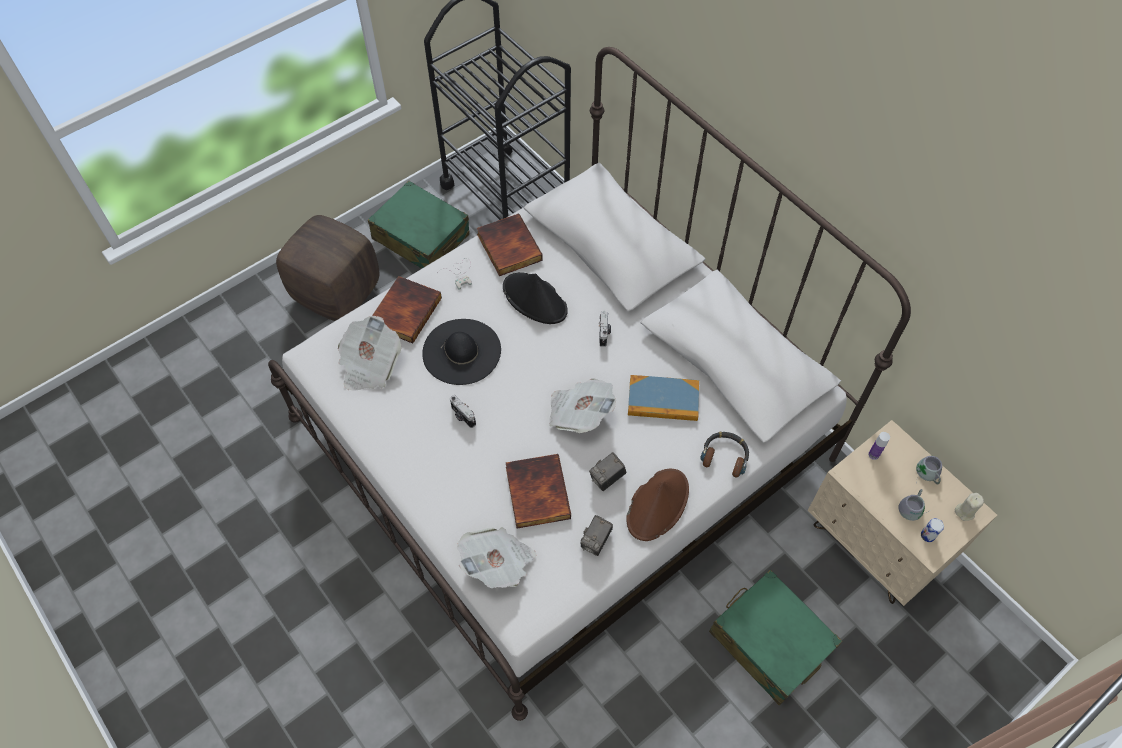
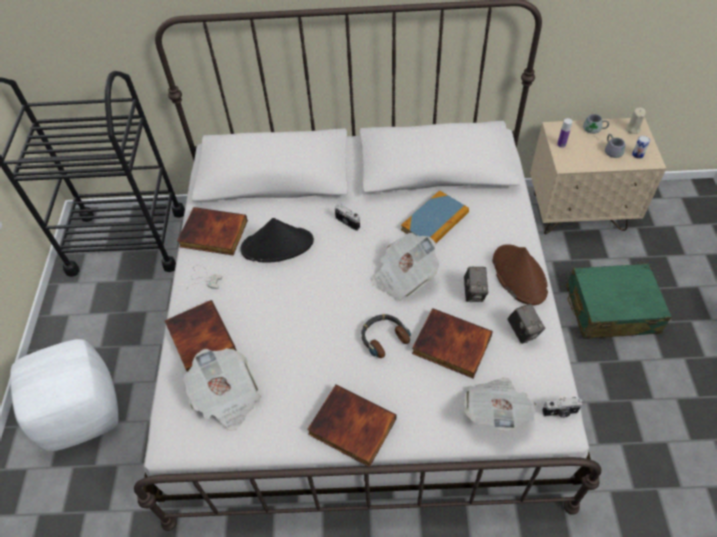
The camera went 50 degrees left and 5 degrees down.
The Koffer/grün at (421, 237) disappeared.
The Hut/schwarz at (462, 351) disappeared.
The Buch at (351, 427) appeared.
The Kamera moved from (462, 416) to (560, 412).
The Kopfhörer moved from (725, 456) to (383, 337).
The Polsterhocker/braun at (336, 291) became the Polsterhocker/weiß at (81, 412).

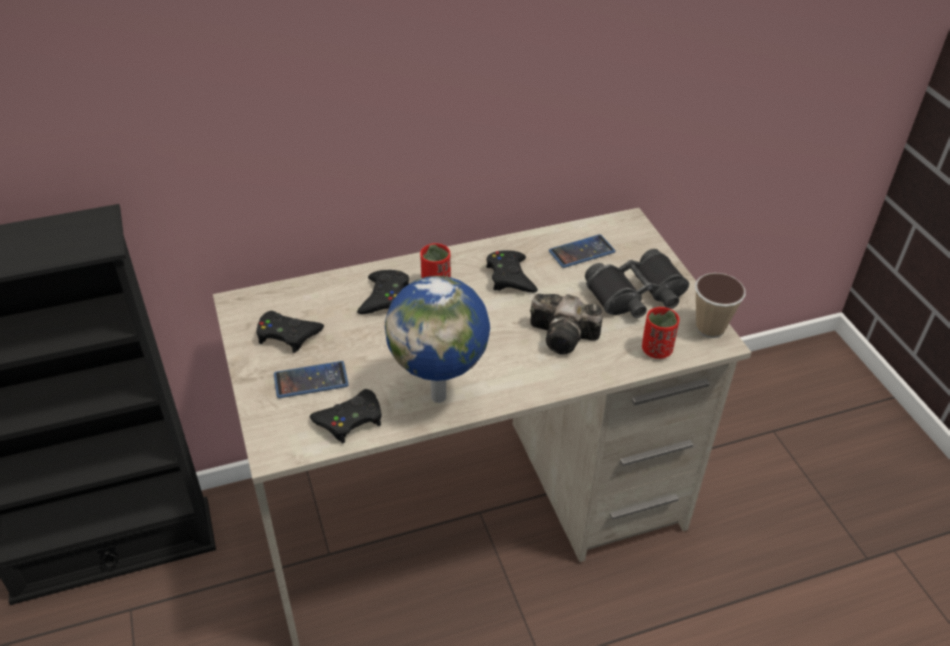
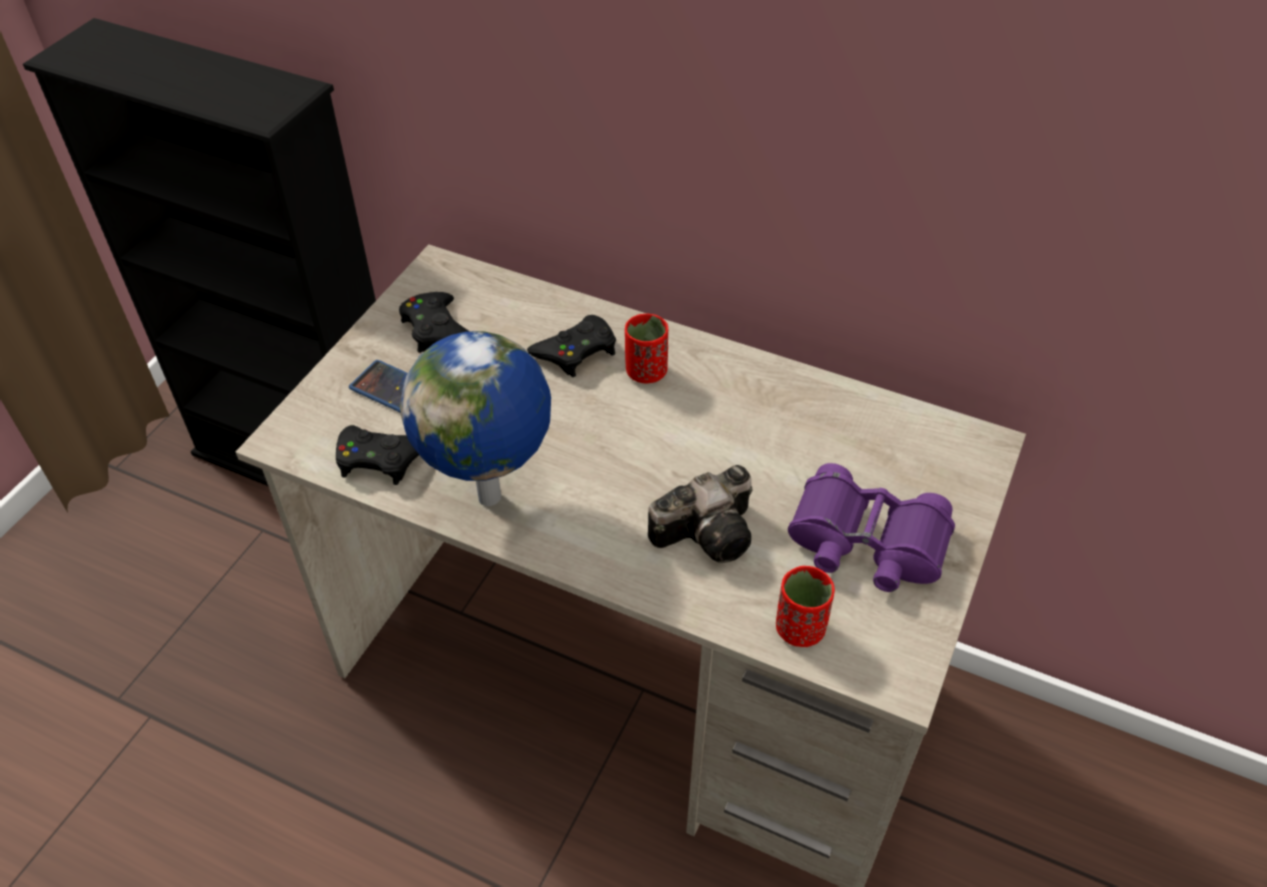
The camera went 45 degrees right and 5 degrees up.
The Gamepad/schwarz at (510, 277) disappeared.
The Handy at (581, 252) disappeared.
The Tasse at (710, 328) disappeared.
The Fernglas/schwarz at (637, 295) became the Fernglas/lila at (866, 544).
The Kamera at (566, 337) turned 90 degrees counterclockwise.

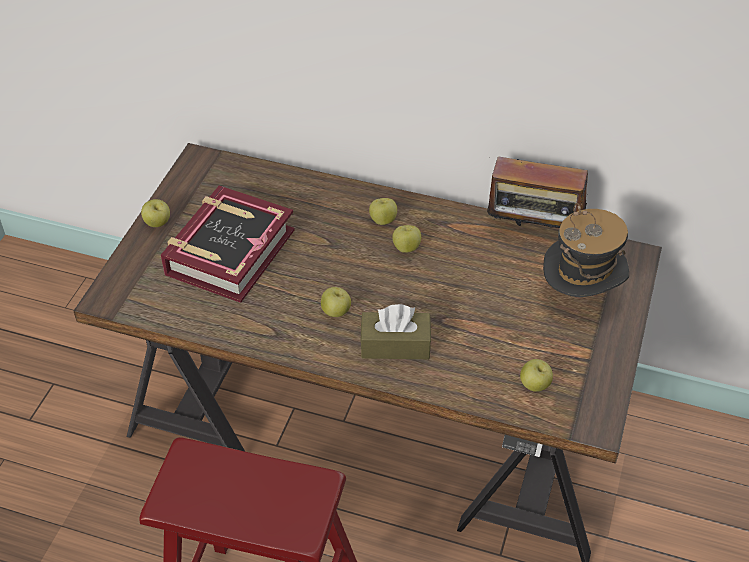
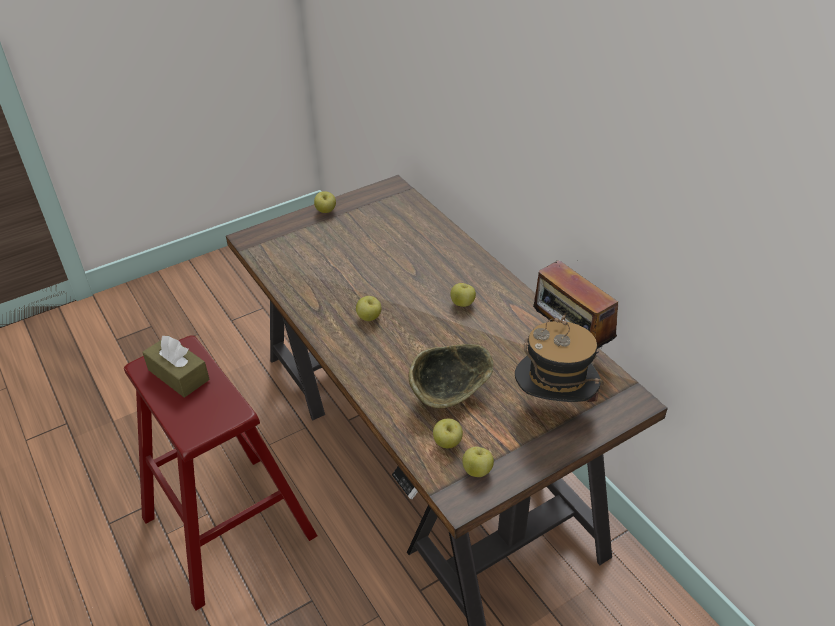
The camera went 40 degrees right and 5 degrees down.
The Buch at (229, 252) disappeared.
The Schüssel at (448, 395) appeared.
The Taschentuchbox/braun moved from (395, 345) to (178, 375).
The Apfel moved from (383, 220) to (477, 471).

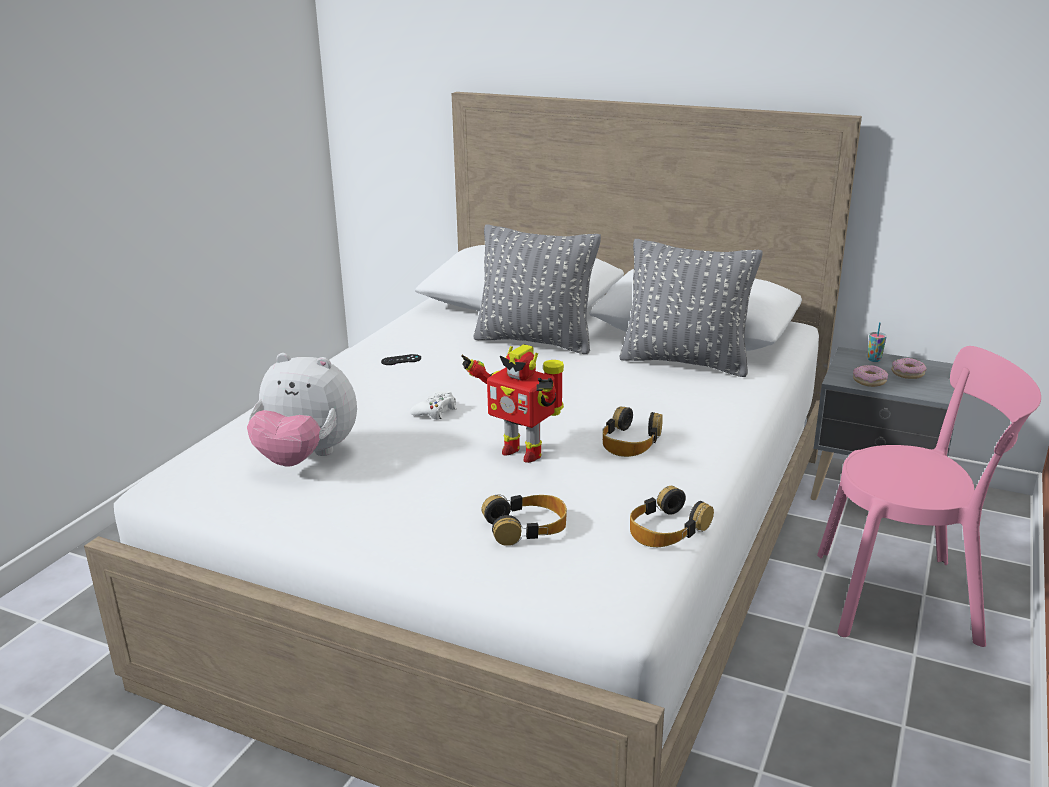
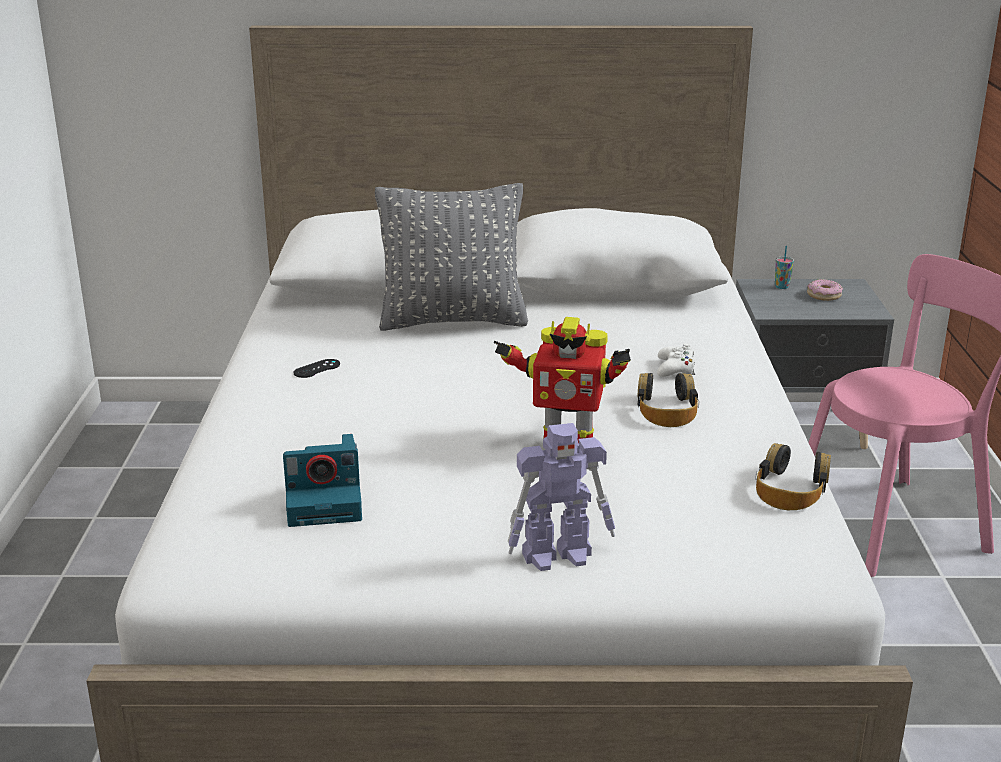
The camera went 25 degrees left and 0 degrees up.
The Kopfhörer at (526, 527) disappeared.
The Kissen/grau at (685, 362) disappeared.
The Donut at (869, 381) disappeared.
The Spielzeugroboter at (559, 555) appeared.
The Gamepad/weiß moved from (435, 411) to (676, 369).
The Plüschtier at (306, 458) was replaced by the Kamera at (326, 502).

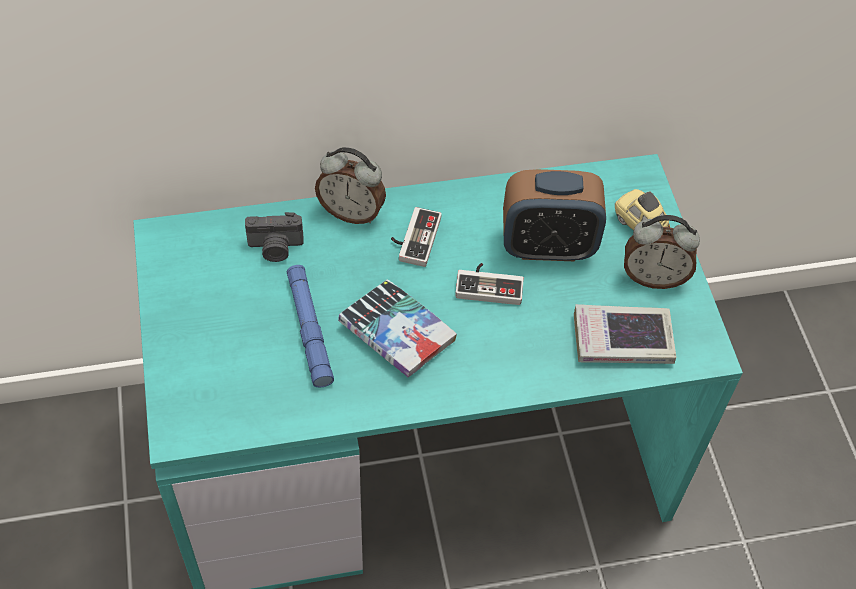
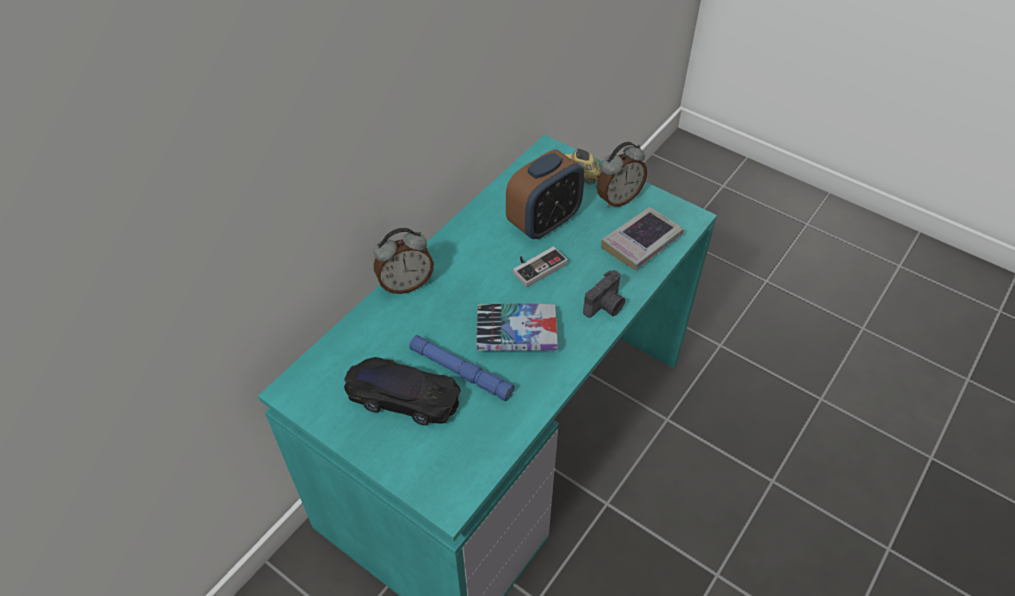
The camera went 40 degrees left and 5 degrees down.
The Gamepad at (413, 238) disappeared.
The Spielzeugauto/schwarz at (402, 396) appeared.
The Kamera moved from (275, 248) to (605, 306).

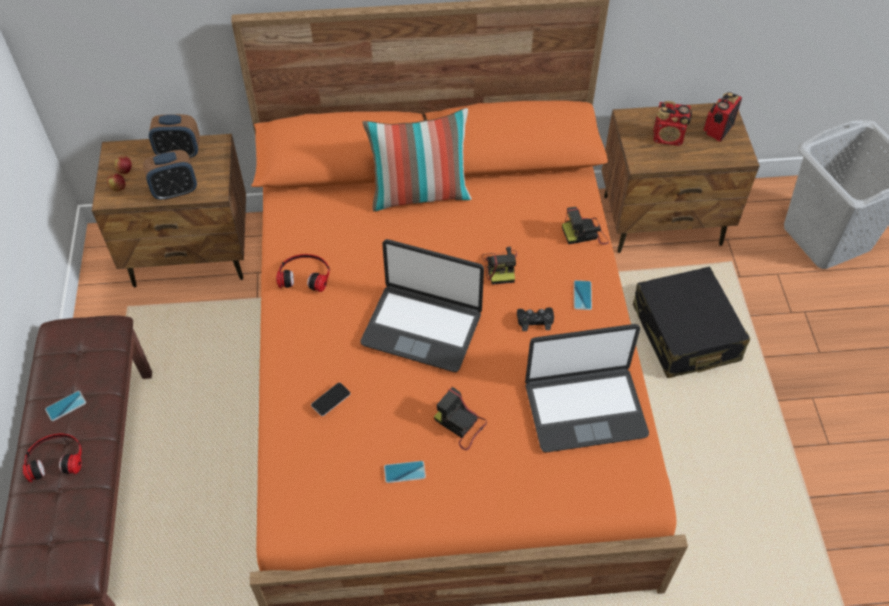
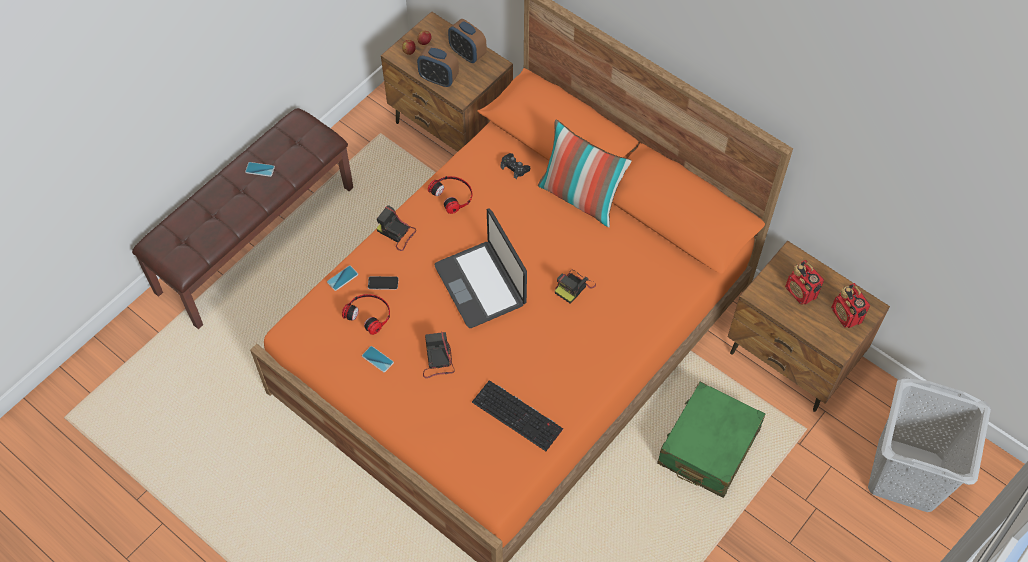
The camera went 45 degrees right and 5 degrees up.
The Kopfhörer moved from (55, 458) to (369, 314).
The Gamepad/schwarz moved from (535, 321) to (514, 168).
The Kamera moved from (585, 233) to (396, 233).
The Handy moved from (582, 295) to (342, 278).
The Laptop at (584, 408) was replaced by the Tastatur at (518, 415).
The Koffer/schwarz at (685, 333) became the Koffer/grün at (708, 447).
The Radio at (717, 130) turned 105 degrees counterclockwise.

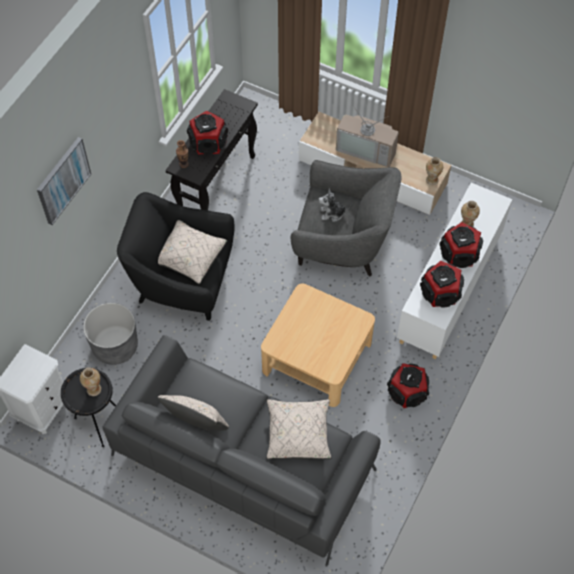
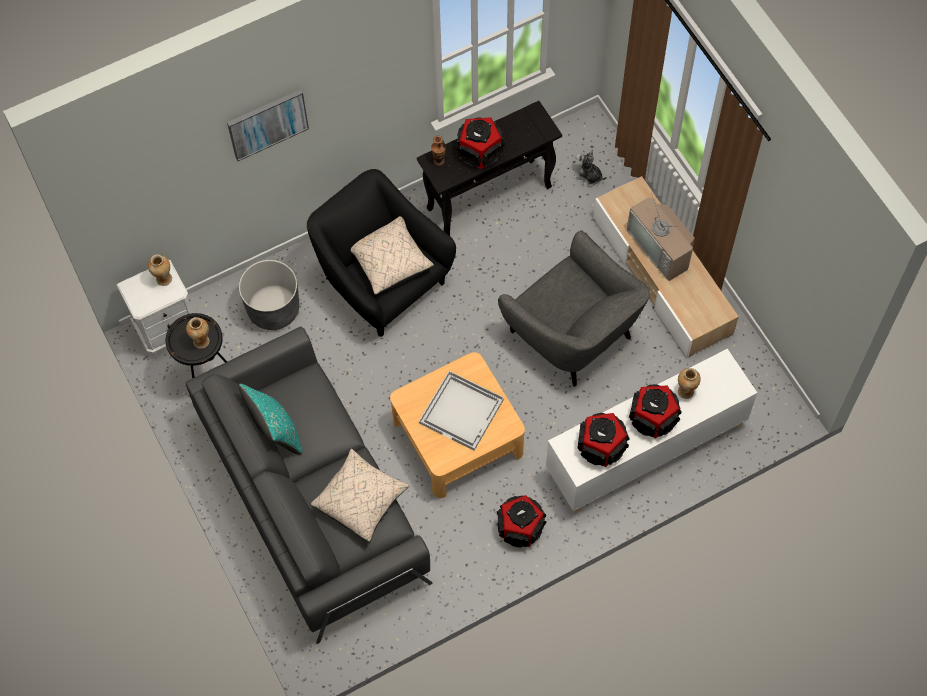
The camera went 35 degrees right and 5 degrees up.
The Tablett/weiß at (462, 411) appeared.
The Plüschtier moved from (332, 213) to (588, 176).
The Vase moved from (431, 180) to (163, 279).
The Kissen/beige at (197, 423) became the Kissen/türkis at (275, 431).

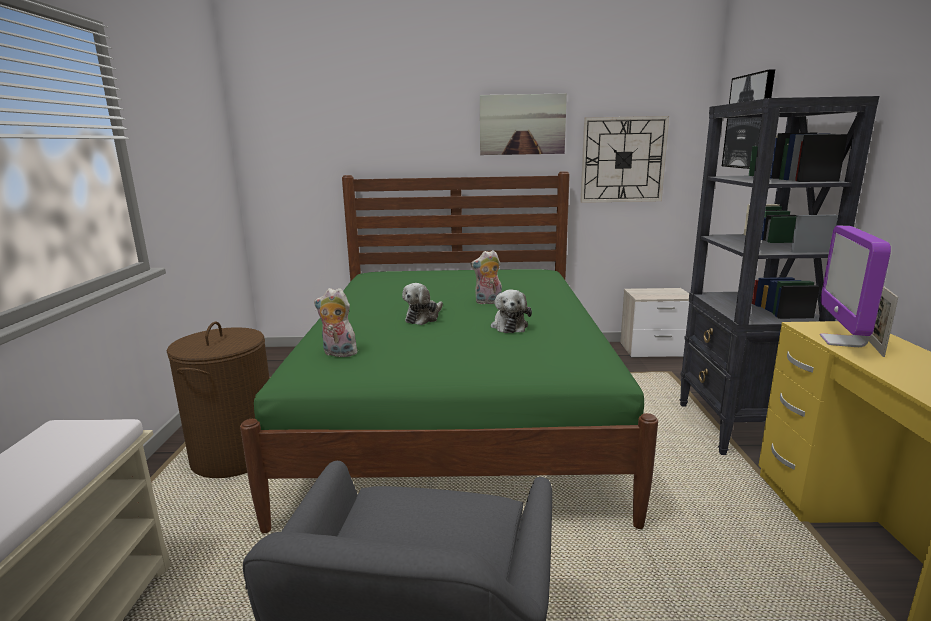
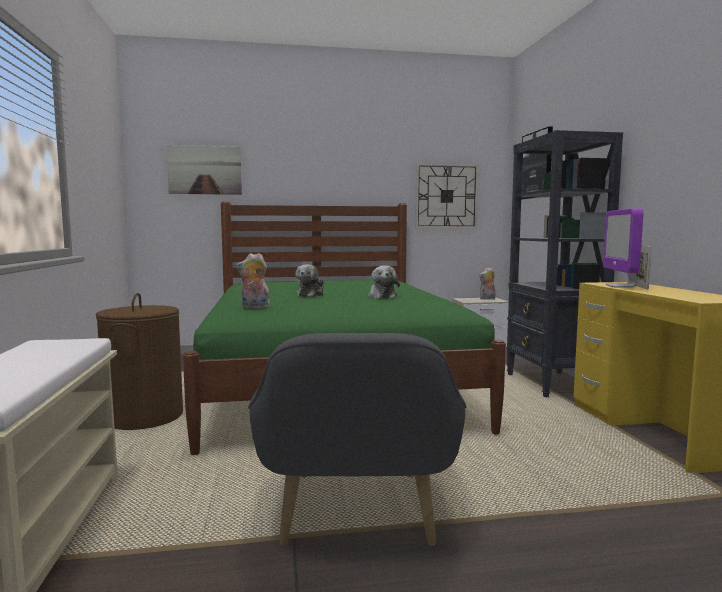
The camera went 10 degrees left and 10 degrees down.
The Plüschtier moved from (488, 302) to (487, 299).
The Bild moved from (522, 124) to (205, 170).

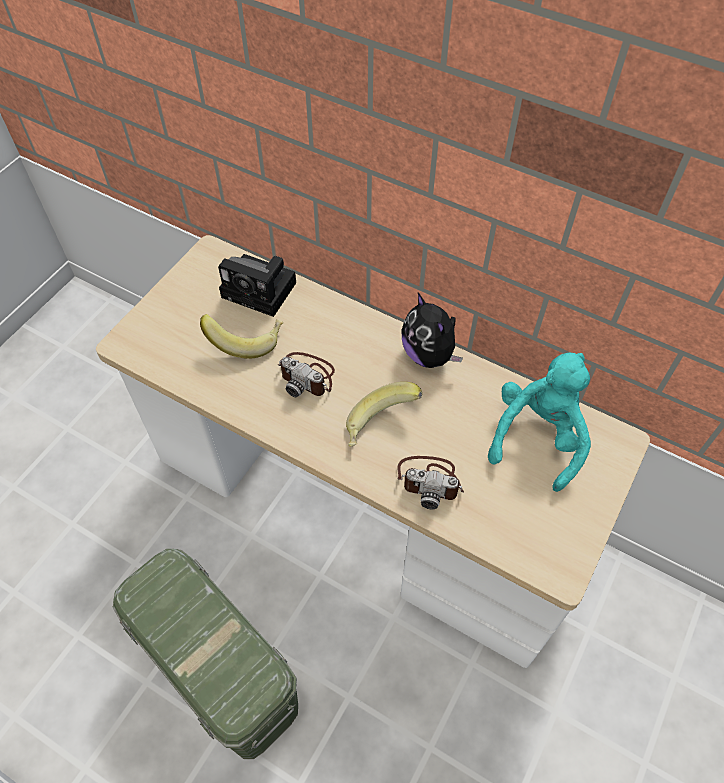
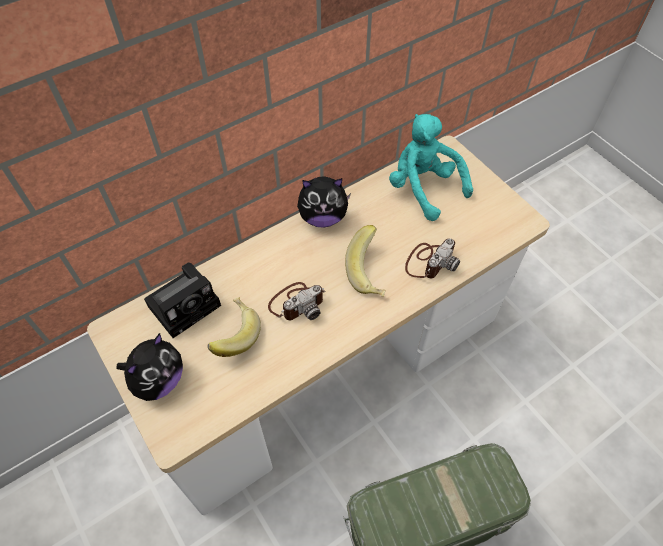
The camera went 65 degrees left and 0 degrees up.
The Plüschtier at (158, 380) appeared.

